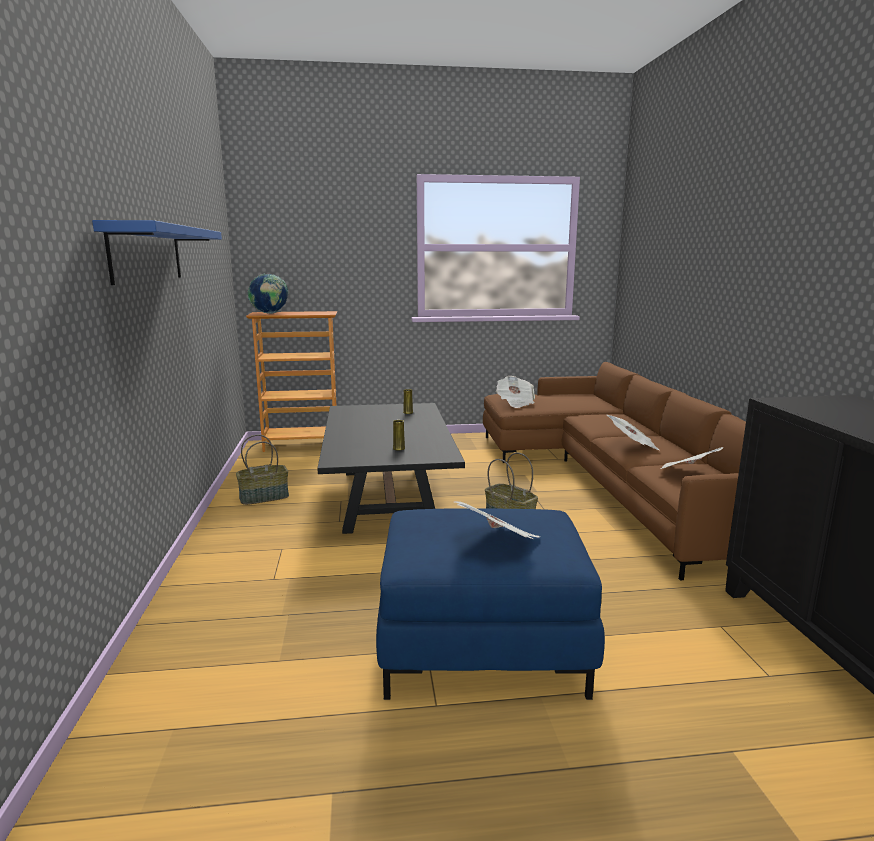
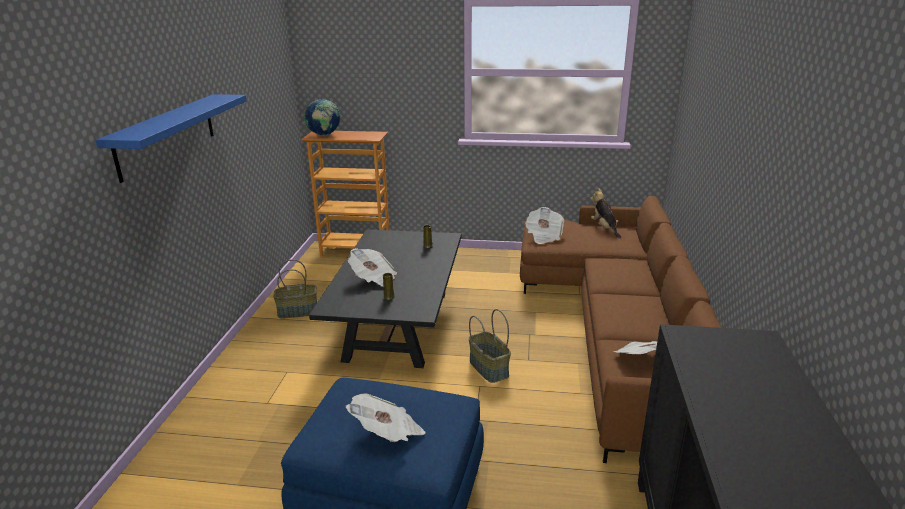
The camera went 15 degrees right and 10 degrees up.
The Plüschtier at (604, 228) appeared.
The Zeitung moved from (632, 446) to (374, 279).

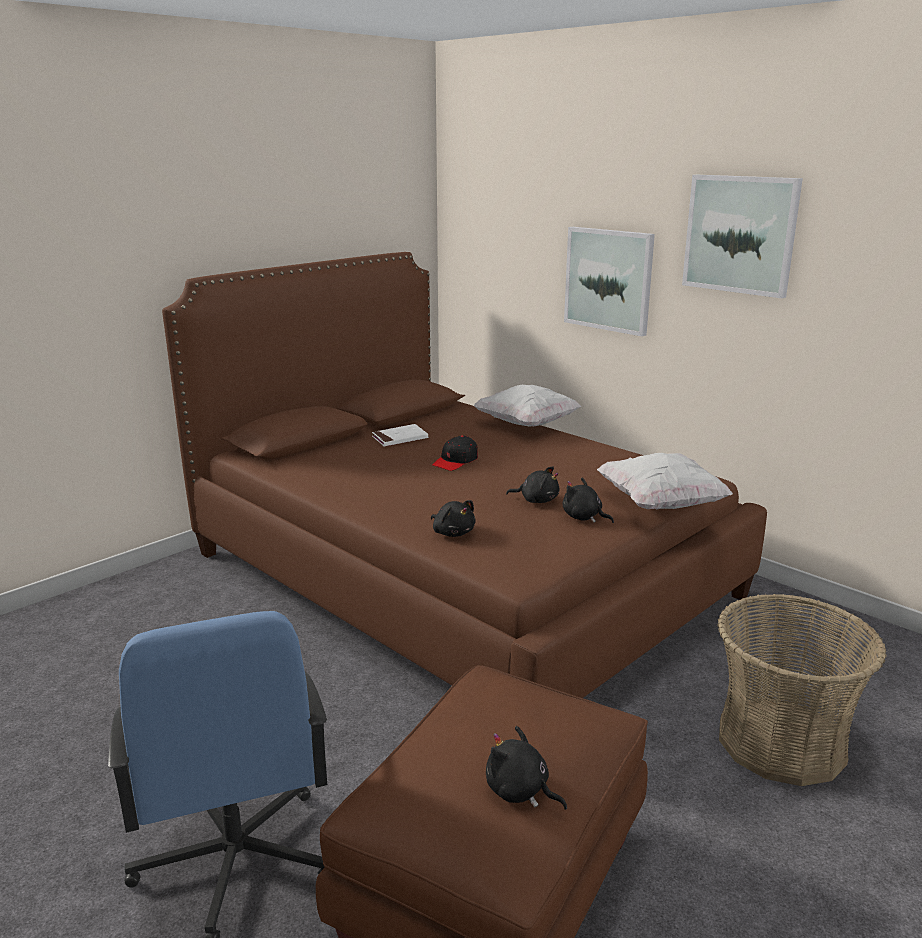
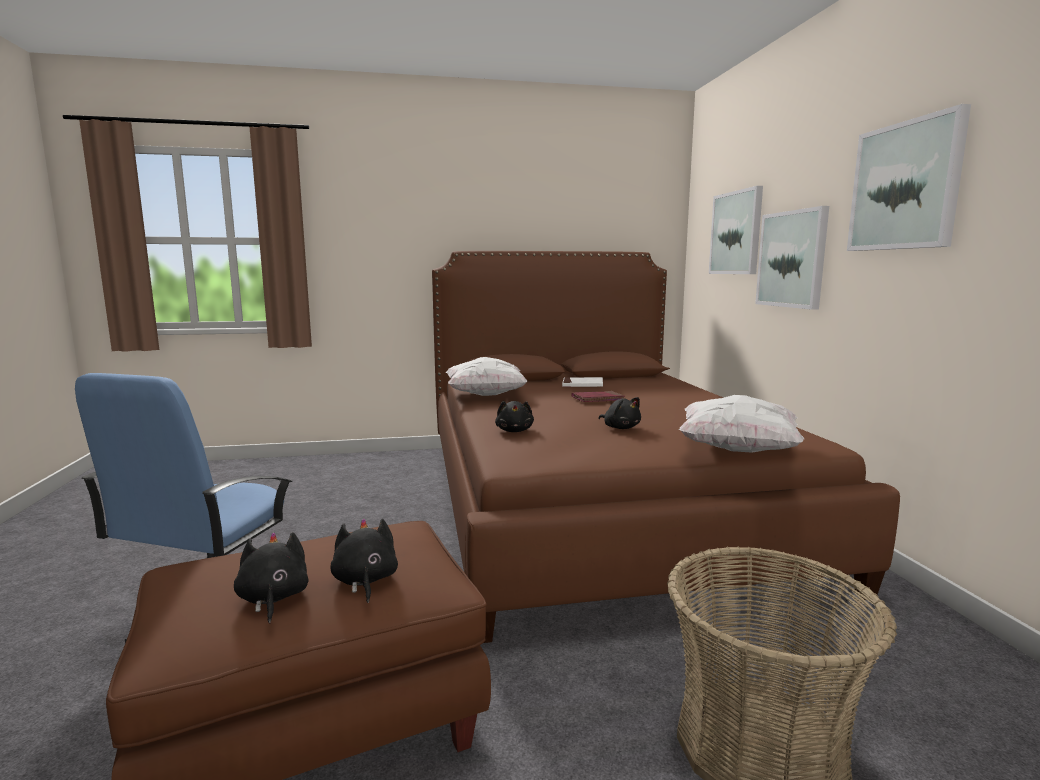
The camera went 35 degrees right and 10 degrees down.
The Bild at (736, 233) appeared.
The Kissen/weiß moved from (526, 424) to (486, 395).
The Plüschtier/schwarz moved from (583, 517) to (365, 581).
The Kappe/schwarz at (455, 461) was replaced by the Buch/rot at (597, 399).

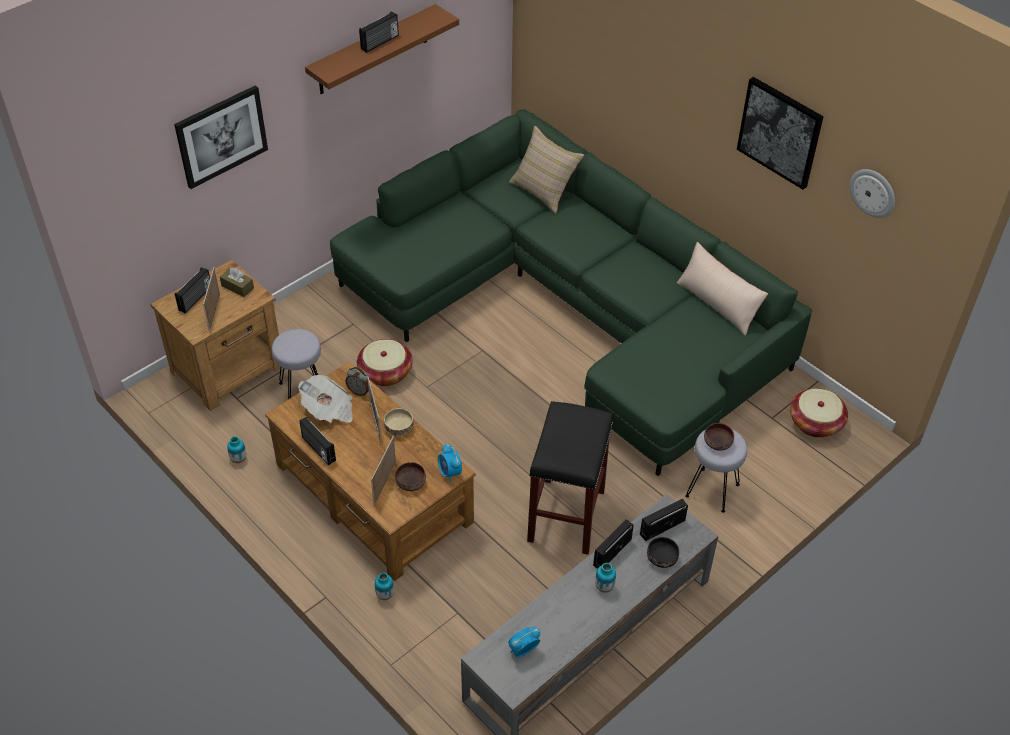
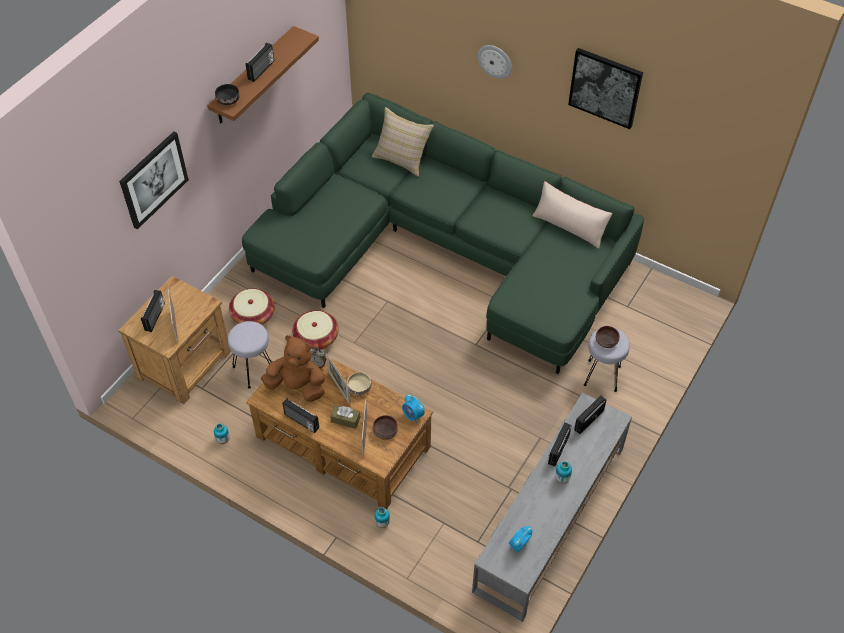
The camera went 15 degrees left and 5 degrees up.
The Hocker/schwarz at (566, 514) disappeared.
The Taschentuchbox/braun moved from (237, 287) to (345, 419).
The Schüssel/schwarz moved from (662, 557) to (228, 100).
The Korb moved from (815, 423) to (253, 316).
The Wanduhr moved from (873, 192) to (495, 61).
The Zeitung at (329, 410) was replaced by the Plüschtier/braun at (297, 386).

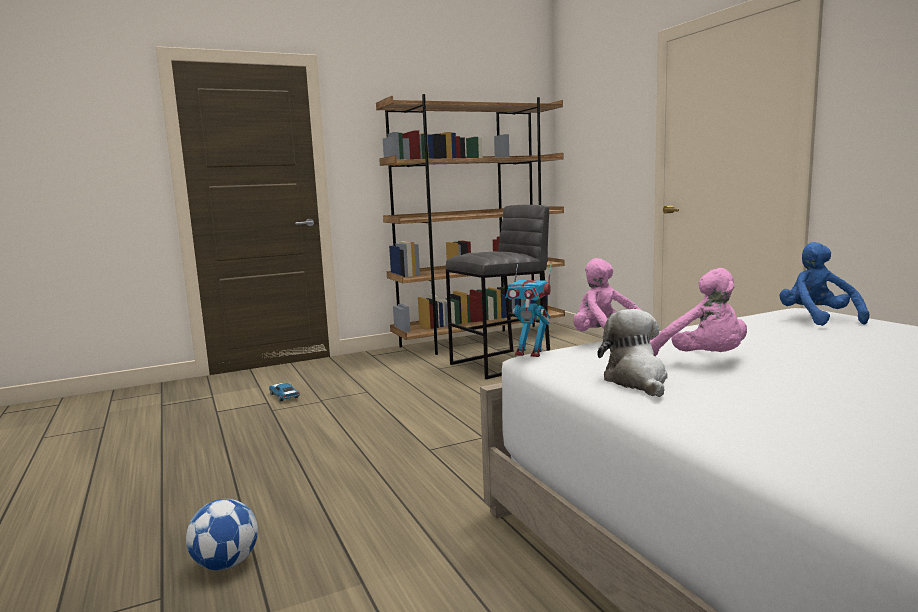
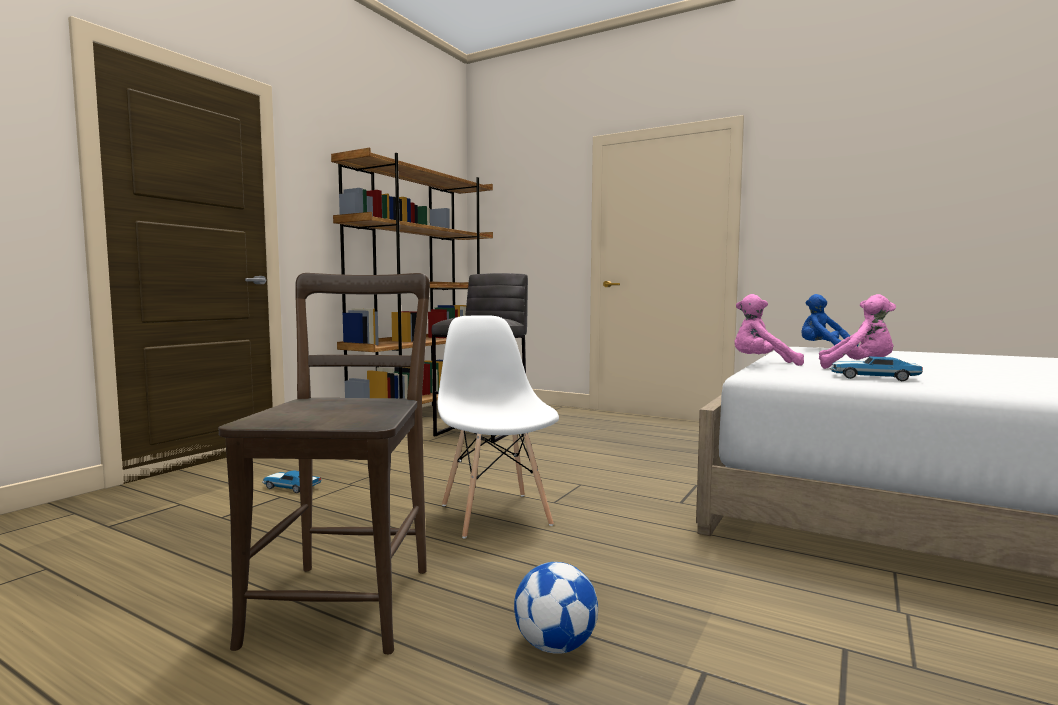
The camera went 35 degrees left and 5 degrees down.
The Spielzeugroboter at (529, 353) disappeared.
The Stuhl/braun at (346, 599) appeared.
The Stuhl/weiß at (495, 514) appeared.
The Plüschtier at (637, 381) was replaced by the Spielzeugauto at (872, 378).

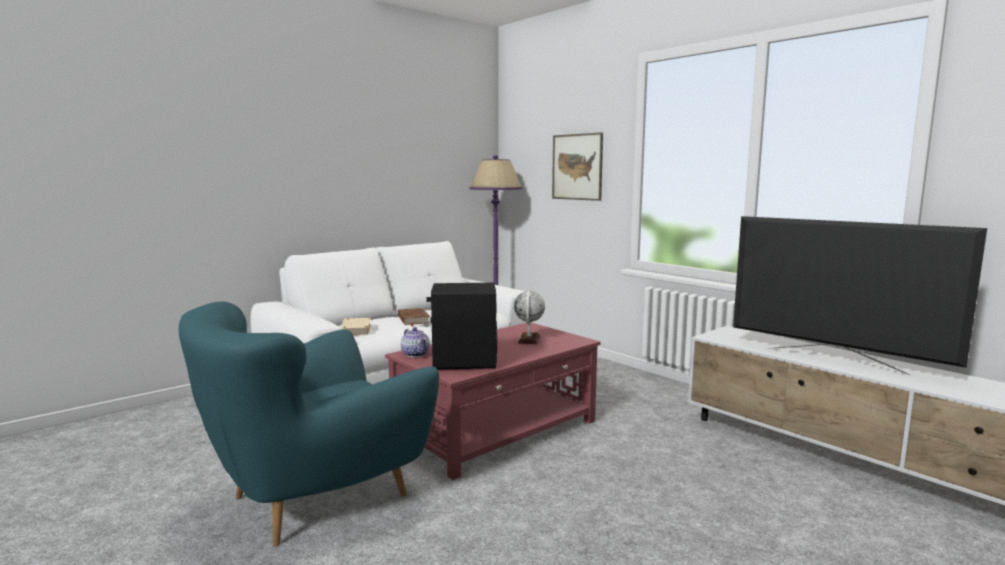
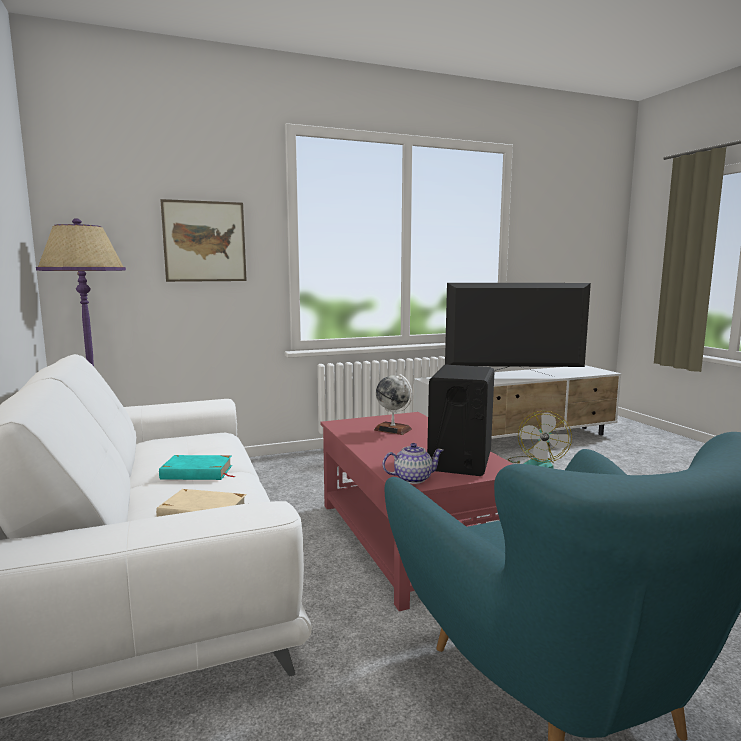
The camera went 70 degrees left and 0 degrees up.
The Ventilator at (536, 465) appeared.
The Buch/braun at (413, 319) became the Buch/türkis at (197, 472).
The Fernseher at (835, 360) turned 150 degrees counterclockwise.

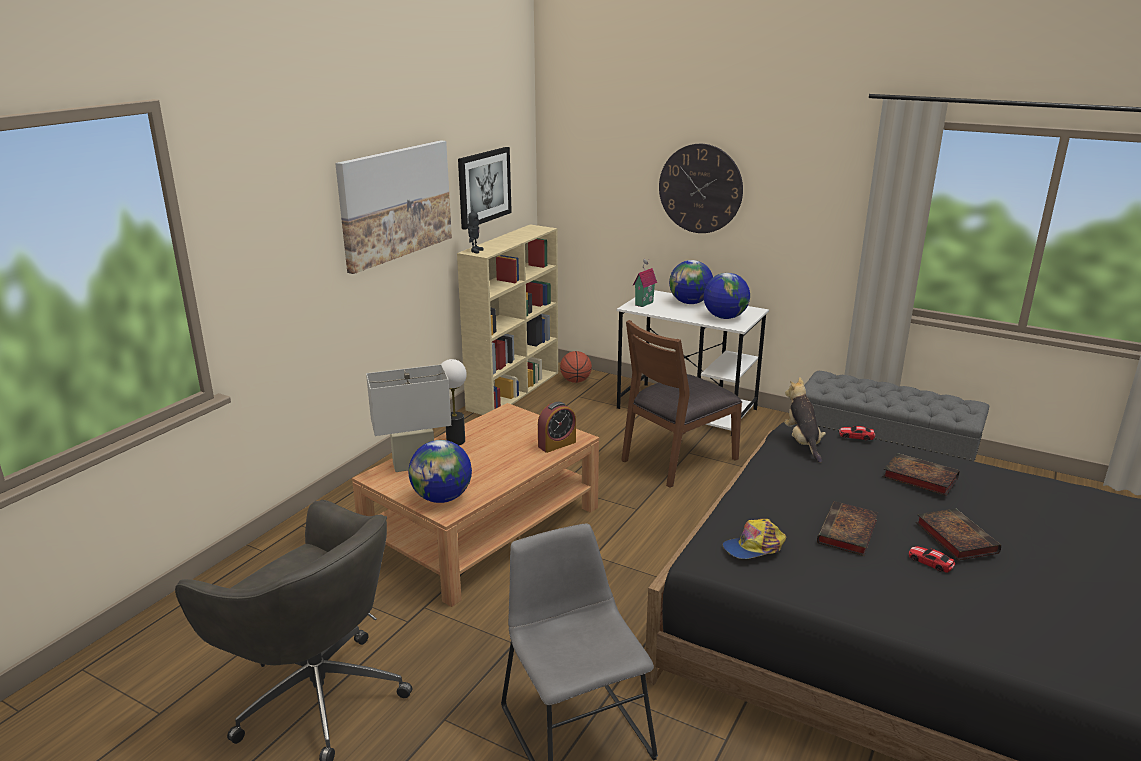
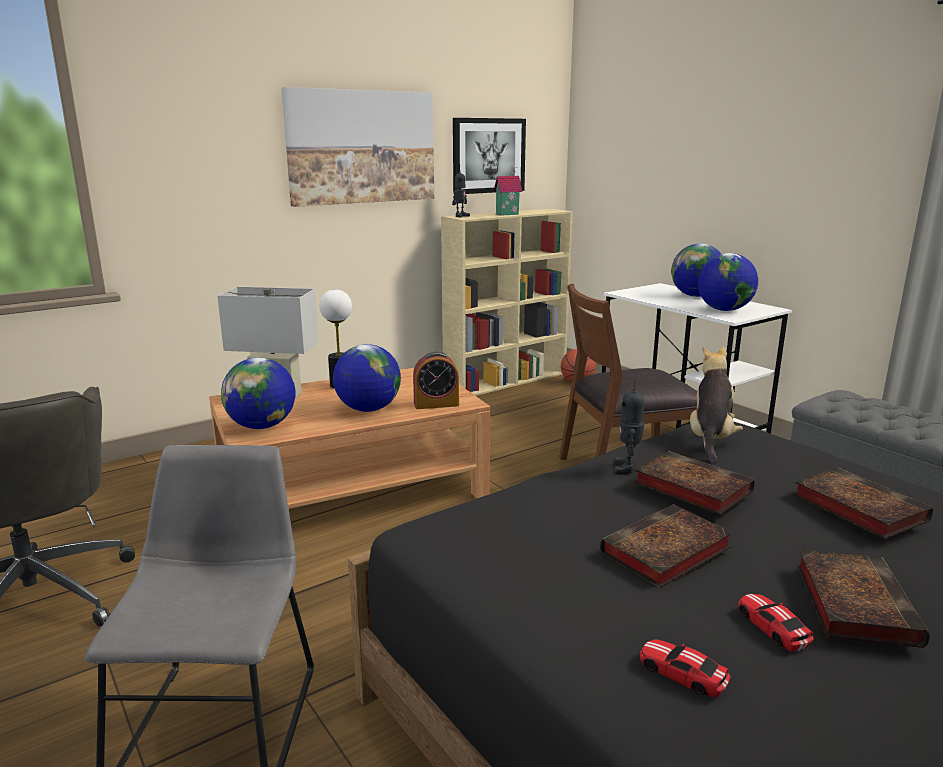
The camera went 25 degrees right and 5 degrees down.
The Wanduhr at (700, 188) disappeared.
The Kappe at (754, 547) disappeared.
The Globus at (368, 409) appeared.
The Spielzeugroboter at (626, 468) appeared.
The Buch at (689, 487) appeared.
The Spielzeughaus moved from (643, 303) to (507, 214).
The Spielzeugauto moved from (856, 436) to (682, 674).

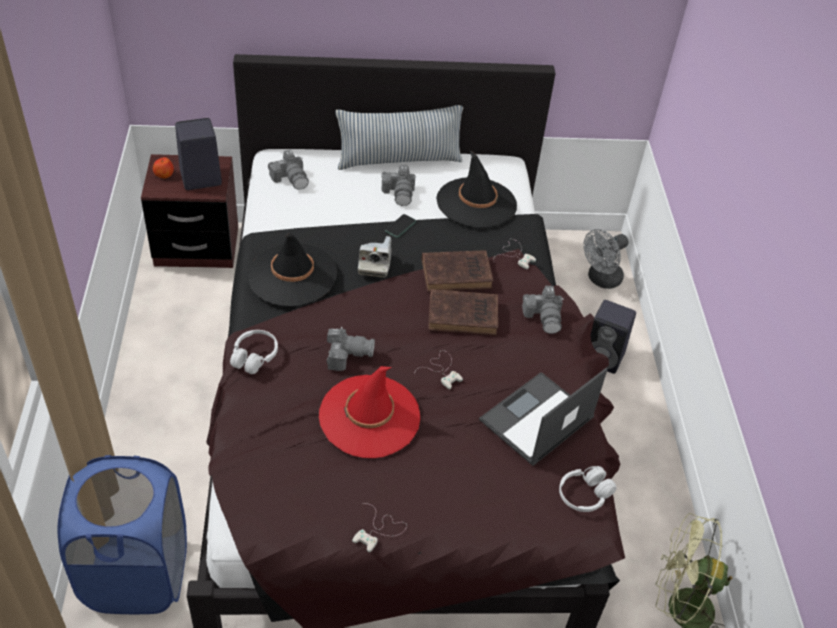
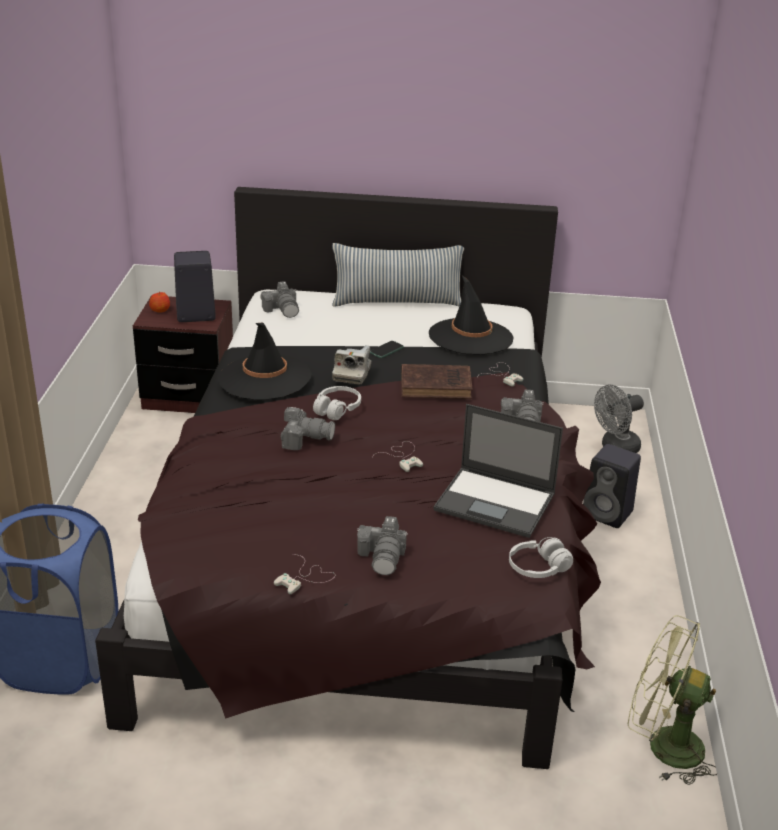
The camera went 10 degrees right and 15 degrees down.
The Hut/rot at (369, 416) disappeared.
The Buch/braun at (465, 315) disappeared.
The Kopfhörer/weiß moved from (254, 357) to (337, 409).
The Kamera moved from (400, 193) to (383, 557).
The Laptop at (536, 420) turned 120 degrees counterclockwise.

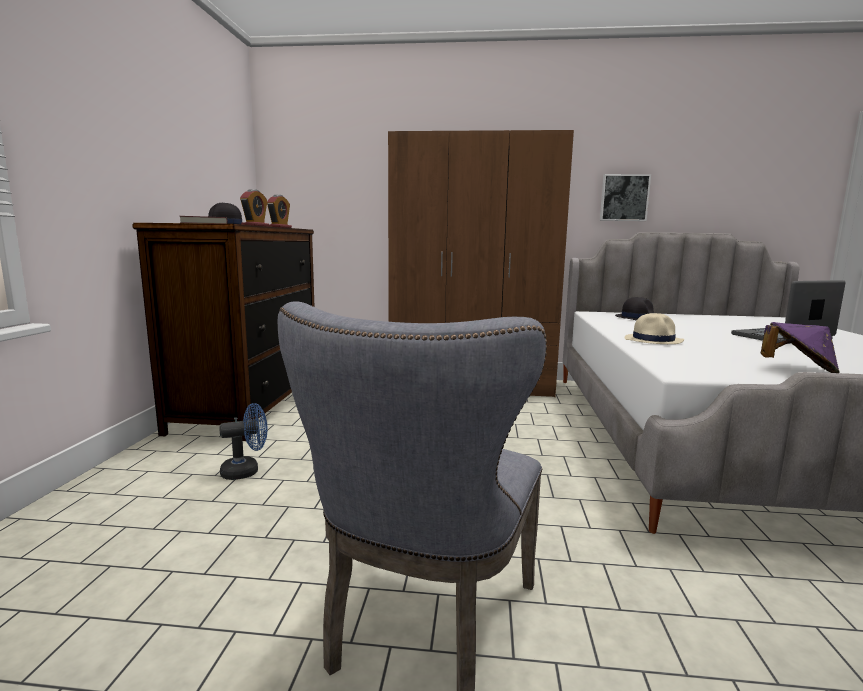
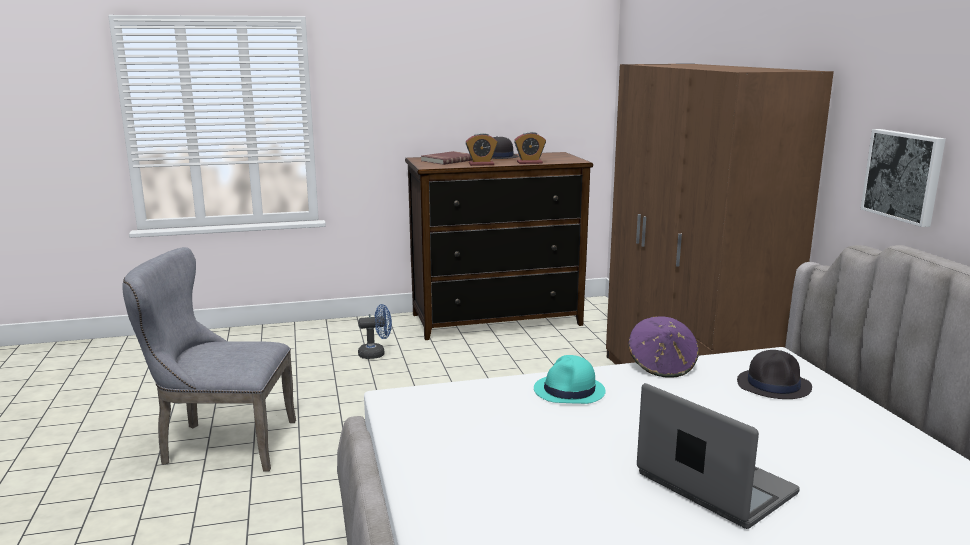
The camera went 70 degrees right and 5 degrees up.
The Hut/lila moved from (798, 370) to (662, 366).
The Hut/beige at (653, 340) became the Hut/türkis at (569, 391).
The Ventilator/blau at (246, 471) turned 60 degrees counterclockwise.

